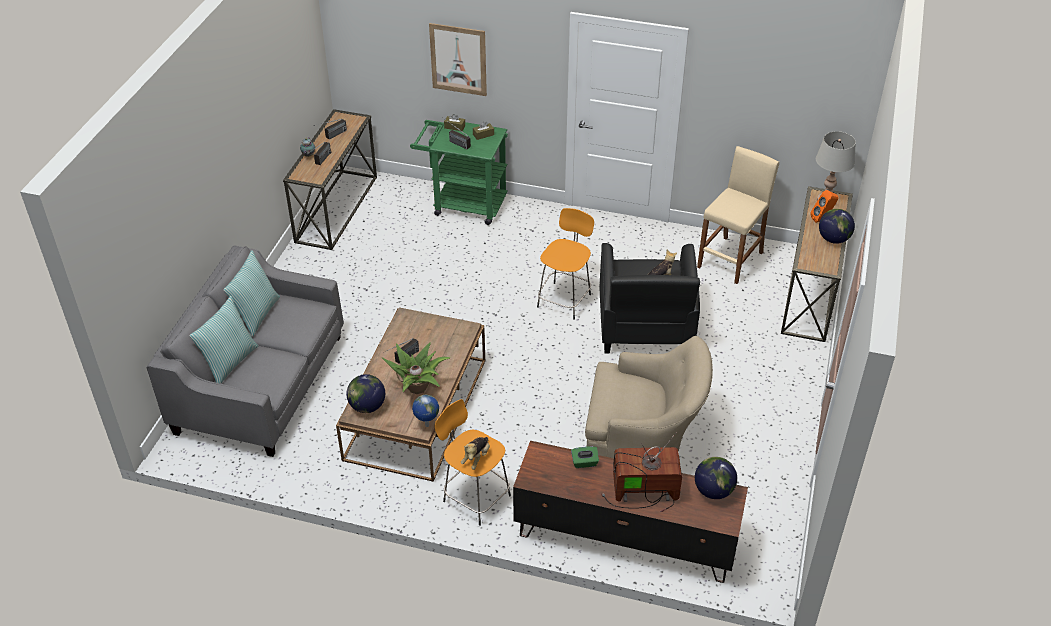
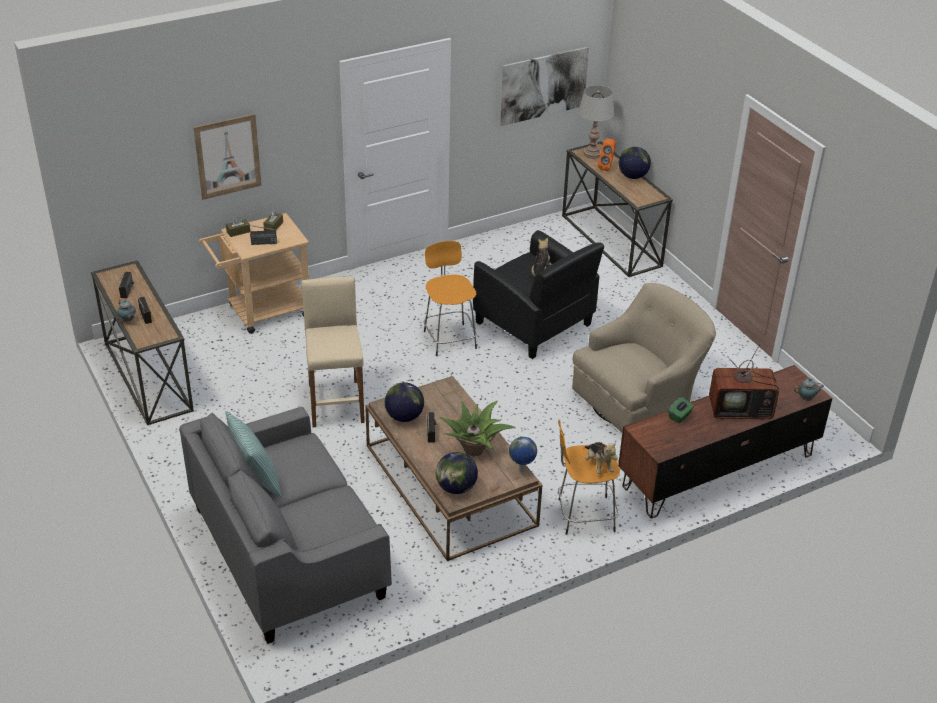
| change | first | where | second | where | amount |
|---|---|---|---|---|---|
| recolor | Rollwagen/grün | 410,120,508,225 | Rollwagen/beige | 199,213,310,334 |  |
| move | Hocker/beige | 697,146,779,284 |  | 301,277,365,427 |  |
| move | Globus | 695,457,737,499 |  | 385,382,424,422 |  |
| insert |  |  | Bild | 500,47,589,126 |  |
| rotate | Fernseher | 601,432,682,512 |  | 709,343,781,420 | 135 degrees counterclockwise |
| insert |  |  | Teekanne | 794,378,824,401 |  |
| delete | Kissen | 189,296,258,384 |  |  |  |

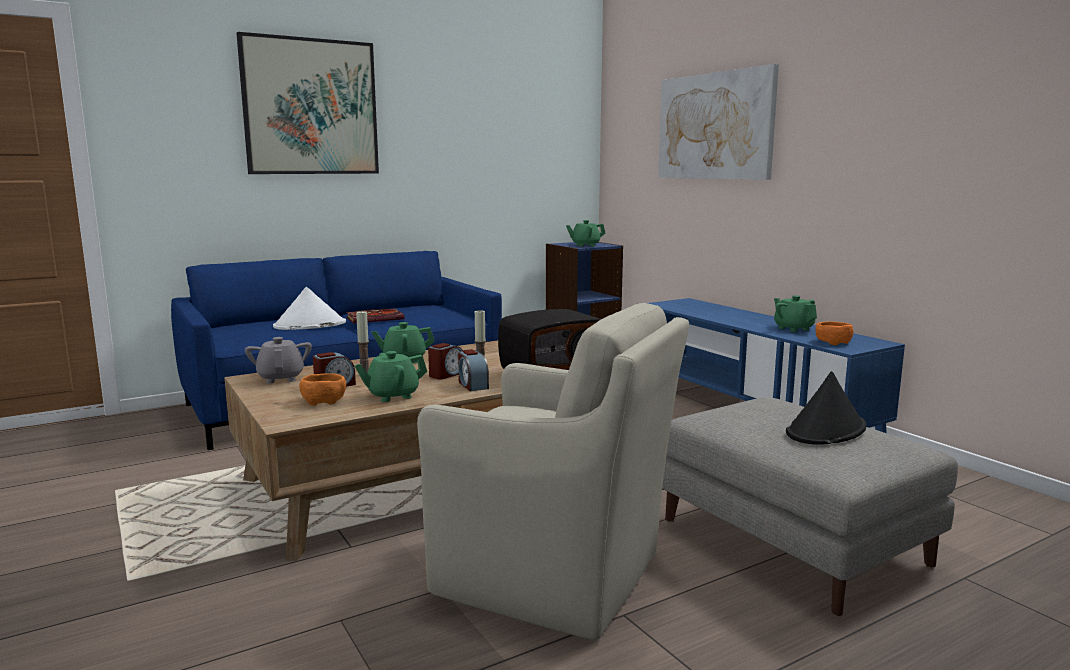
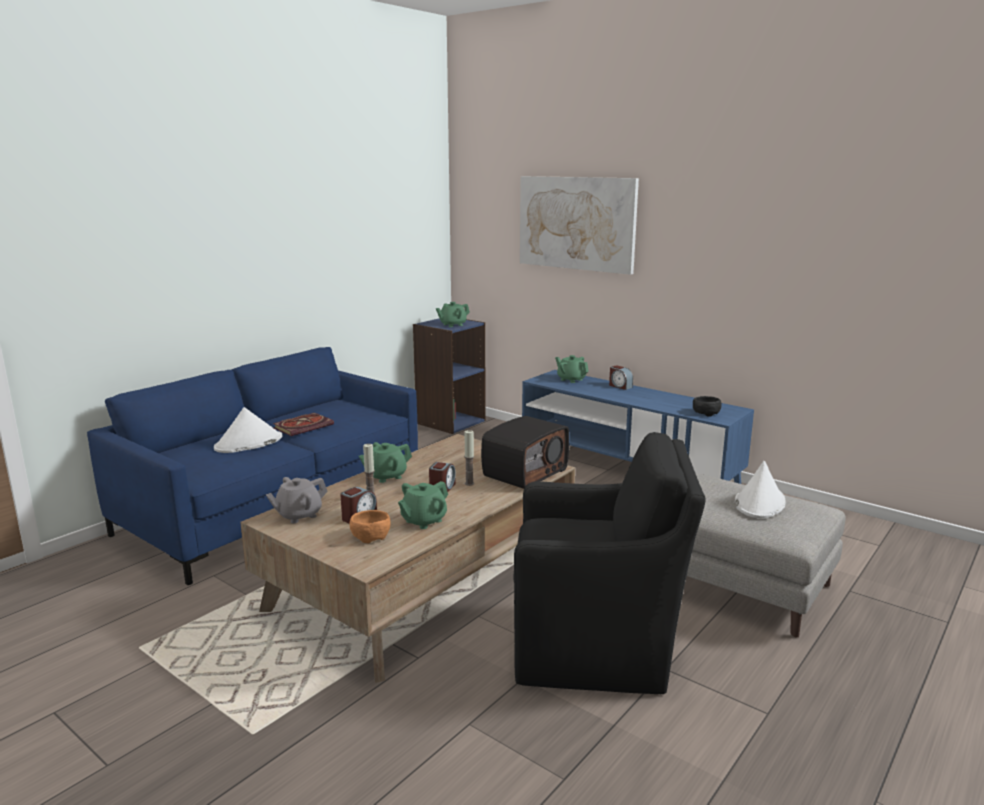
| change | first | where | second | where | amount |
|---|---|---|---|---|---|
| rotate | Teekanne/grau | 245,337,312,384 |  | 266,477,328,523 | 90 degrees counterclockwise |
| recolor | Sessel/beige | 417,303,689,641 | Sessel/schwarz | 513,432,706,694 |  |
| move | Teekanne/grün | 774,295,817,332 |  | 555,355,589,383 |  |
| move | Wecker | 458,349,489,391 |  | 609,365,633,390 |  |
| recolor | Schüssel/orange | 815,321,854,345 | Schüssel/schwarz | 693,396,722,417 |  |
| recolor | Hut/schwarz | 786,371,866,445 | Hut/weiß | 735,461,785,518 |  |
| delete | Bild | 237,32,379,174 |  |  |  |

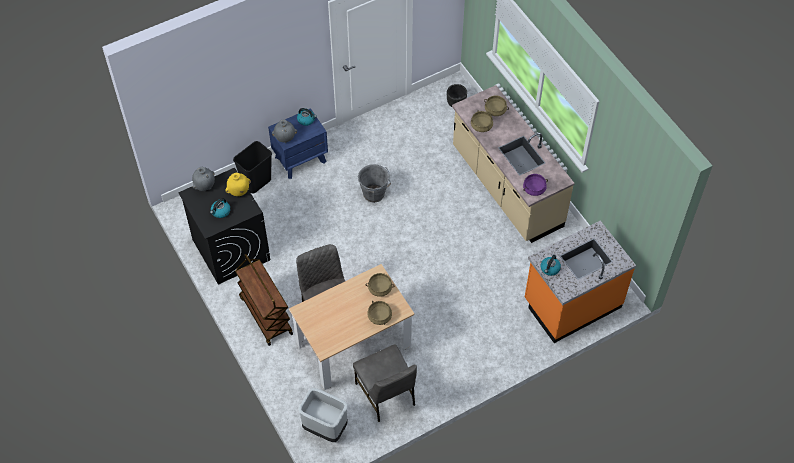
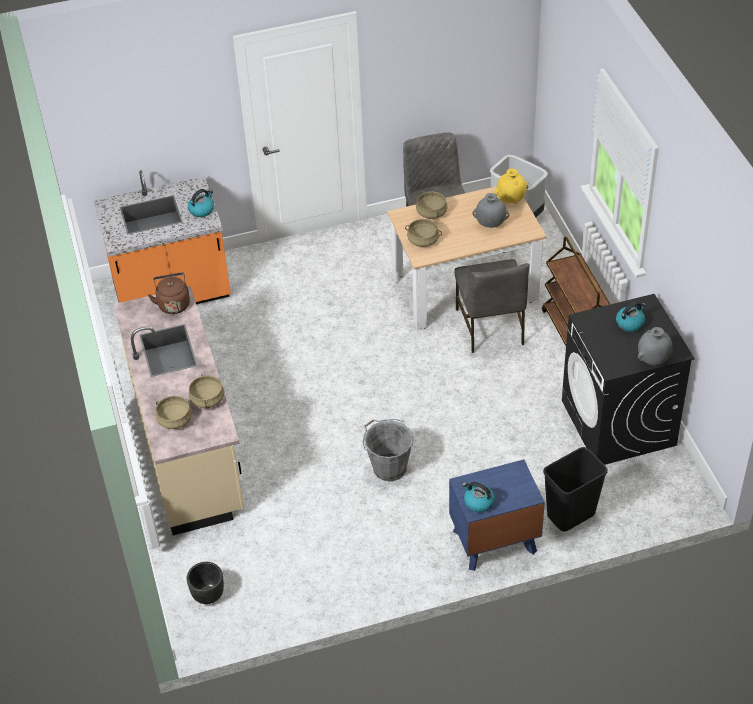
| change | first | where | second | where | amount |
|---|---|---|---|---|---|
| replace | Kochtopf/lila | 523,174,548,196 | Wasserkessel/braun | 148,272,190,314 |  |
| move | Vase/grau | 272,119,297,143 |  | 472,193,509,228 |  |
| move | Vase/gelb | 225,173,251,196 |  | 494,168,529,204 |  |

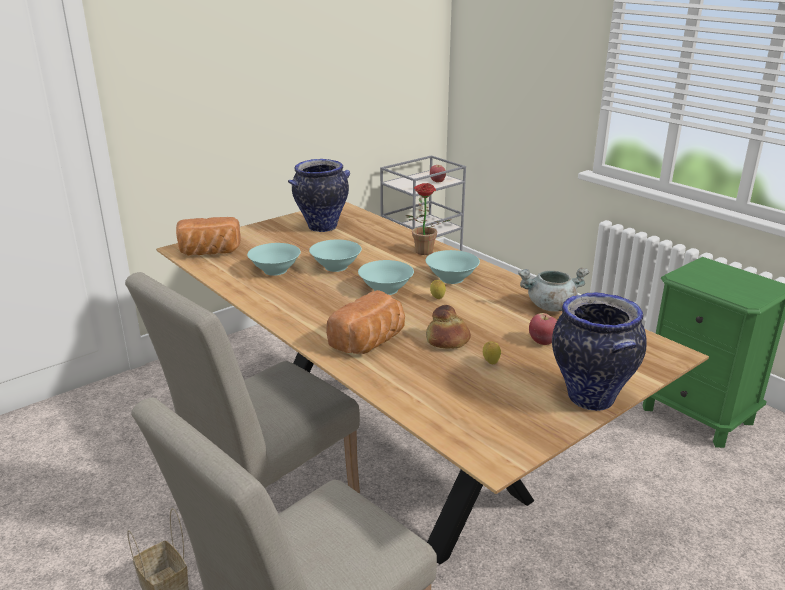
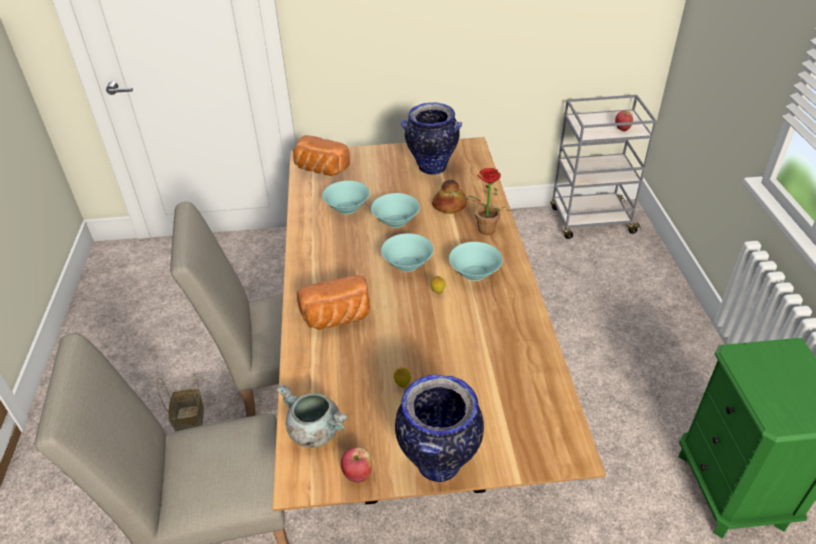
| change | first | where | second | where | amount |
|---|---|---|---|---|---|
| move | Kochtopf/grau | 518,268,589,312 |  | 276,384,348,448 |  |
| move | Apfel | 529,313,557,345 |  | 341,447,372,482 |  |
| move | Brot | 426,305,471,348 |  | 432,180,467,214 |  |

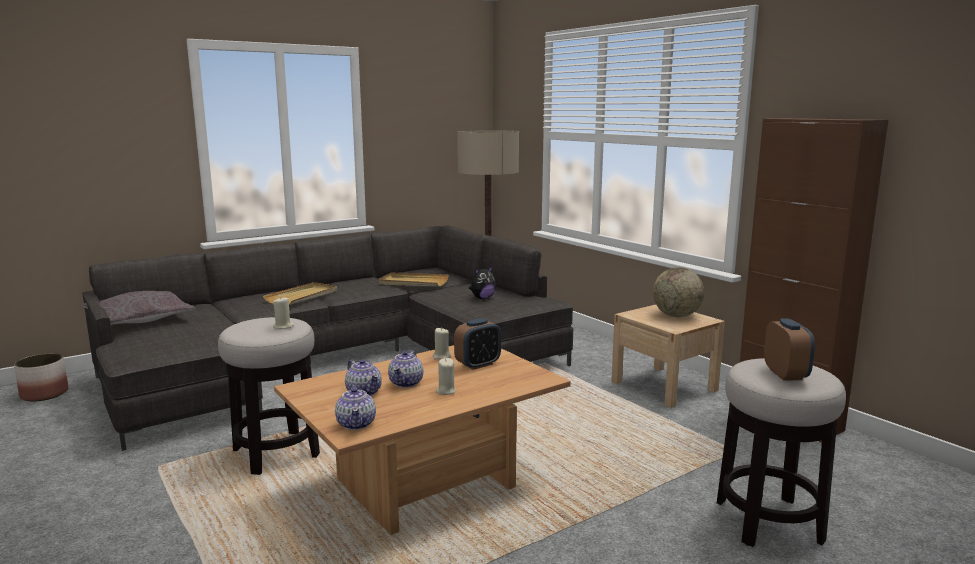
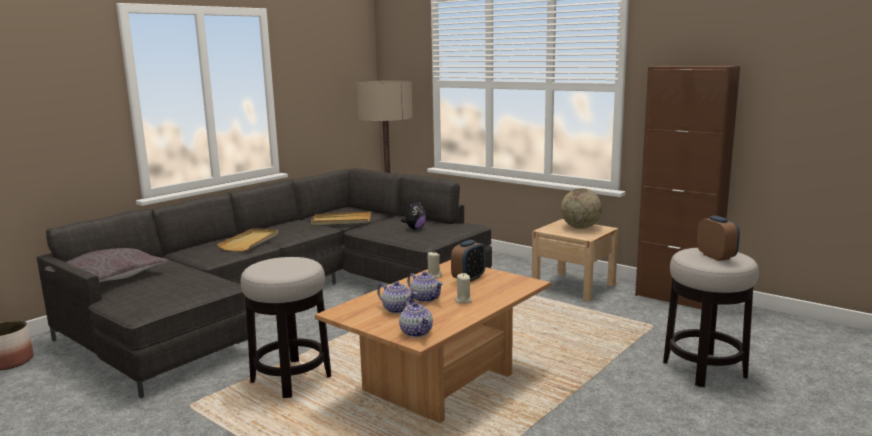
| change | first | where | second | where | amount |
|---|---|---|---|---|---|
| rotate | Teekanne | 388,350,423,388 |  | 407,272,444,302 | 45 degrees counterclockwise |
| delete | Kerze/beige | 273,298,294,329 |  |  |  |

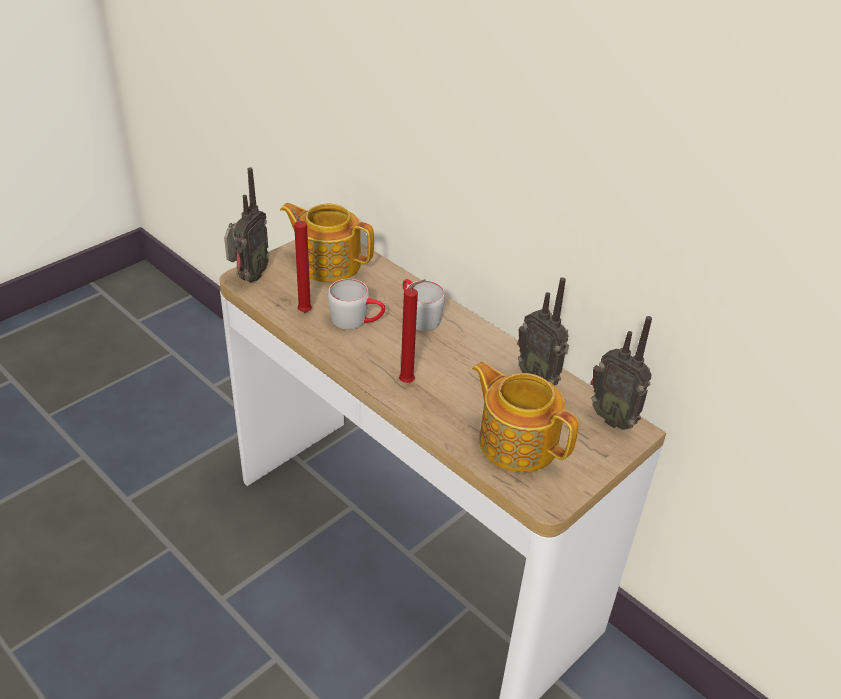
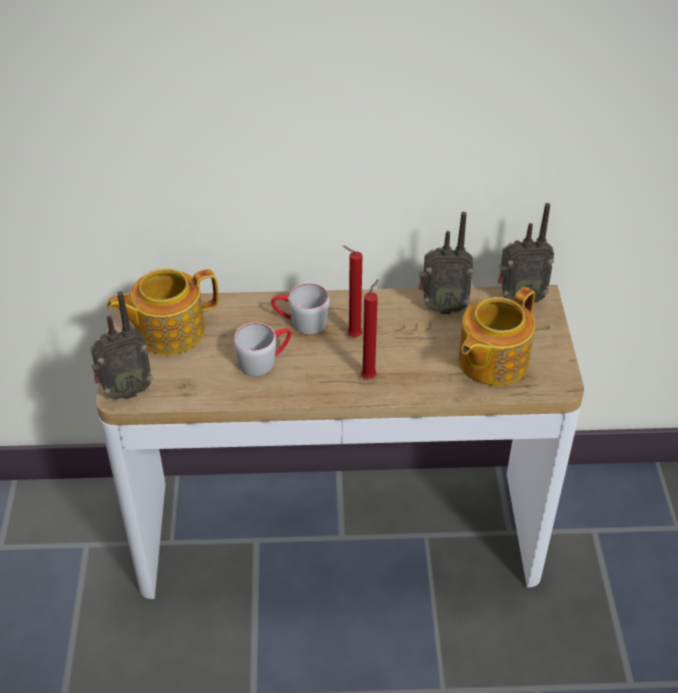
| change | first | where | second | where | amount |
|---|---|---|---|---|---|
| rotate | Radio | 224,168,269,282 |  | 90,291,153,399 | 90 degrees clockwise |
| move | Kerze/rot | 291,208,312,312 |  | 343,246,362,337 |  |
| rotate | Teekanne | 472,362,579,472 |  | 458,287,535,386 | 45 degrees counterclockwise |

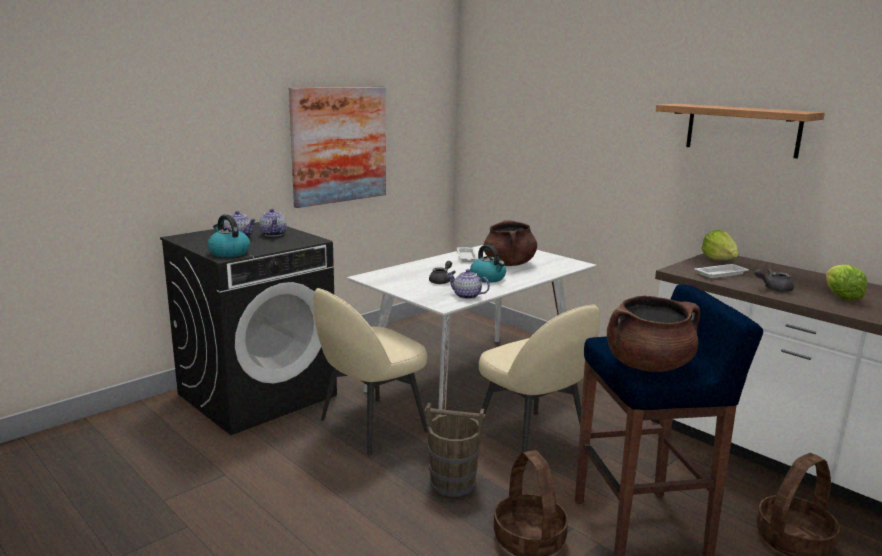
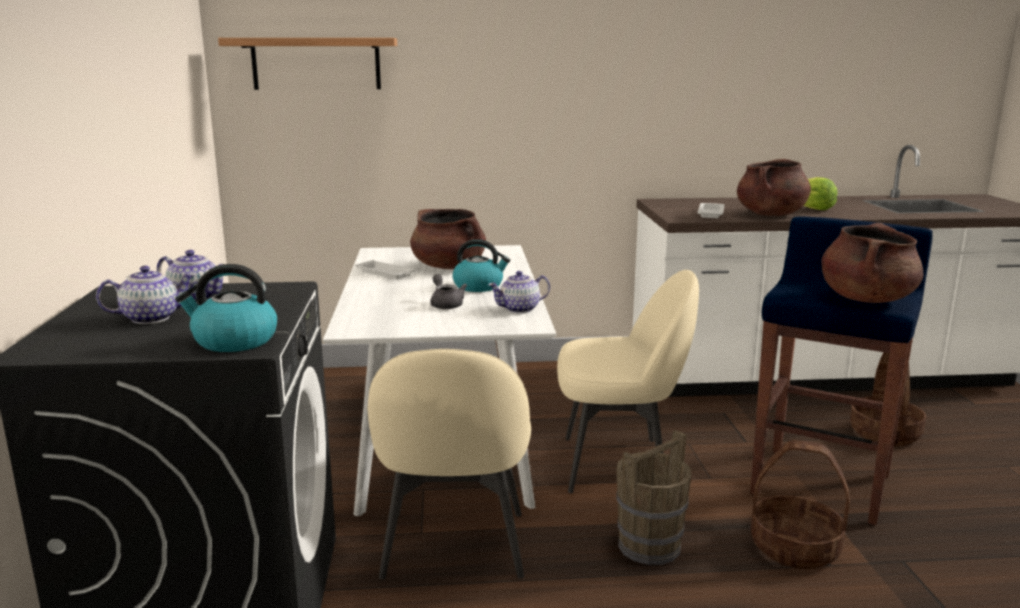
| change | first | where | second | where | amount |
|---|---|---|---|---|---|
| move | Wandregal | 656,104,825,159 |  | 218,38,397,90 |  |
| replace | Teekanne/grau | 754,269,794,292 | Kochtopf/braun | 737,159,811,216 |  |
| delete | Bild | 289,87,386,208 |  |  |  |
| delete | Salatkopf | 701,230,739,260 |  |  |  |

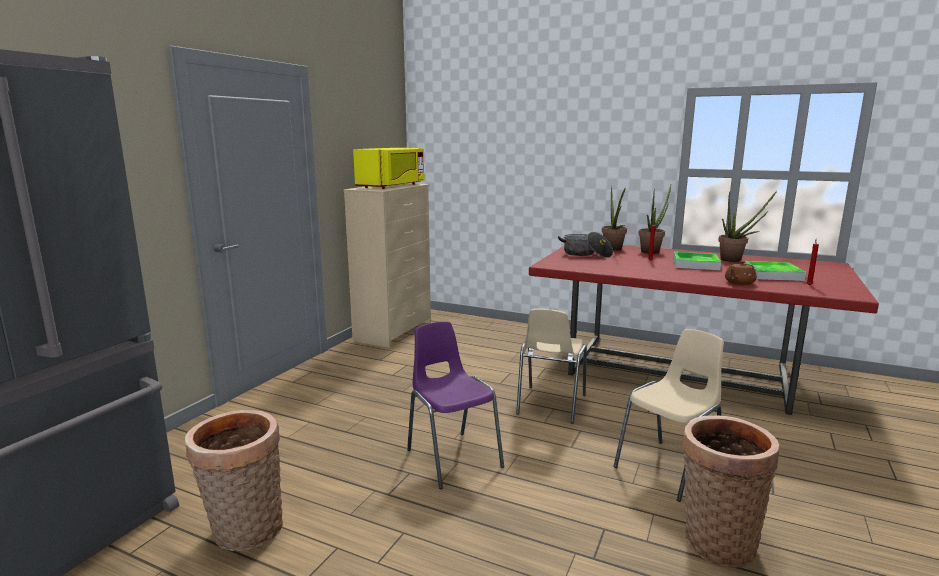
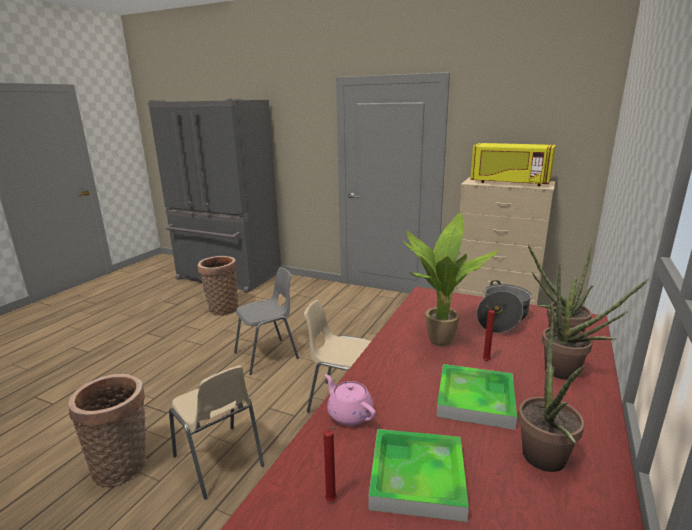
| change | first | where | second | where | amount |
|---|---|---|---|---|---|
| recolor | Stuhl/lila | 407,322,504,489 | Stuhl/grau | 234,267,299,375 |  |
| recolor | Teekanne/braun | 725,261,757,285 | Teekanne/rosa | 325,374,376,426 |  |
| insert |  |  | Topfpflanze | 402,212,499,346 |  |

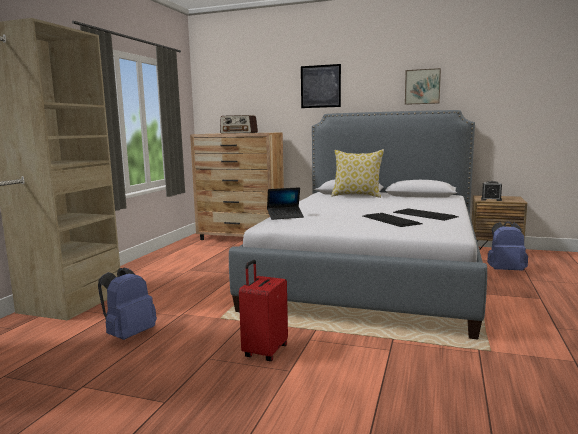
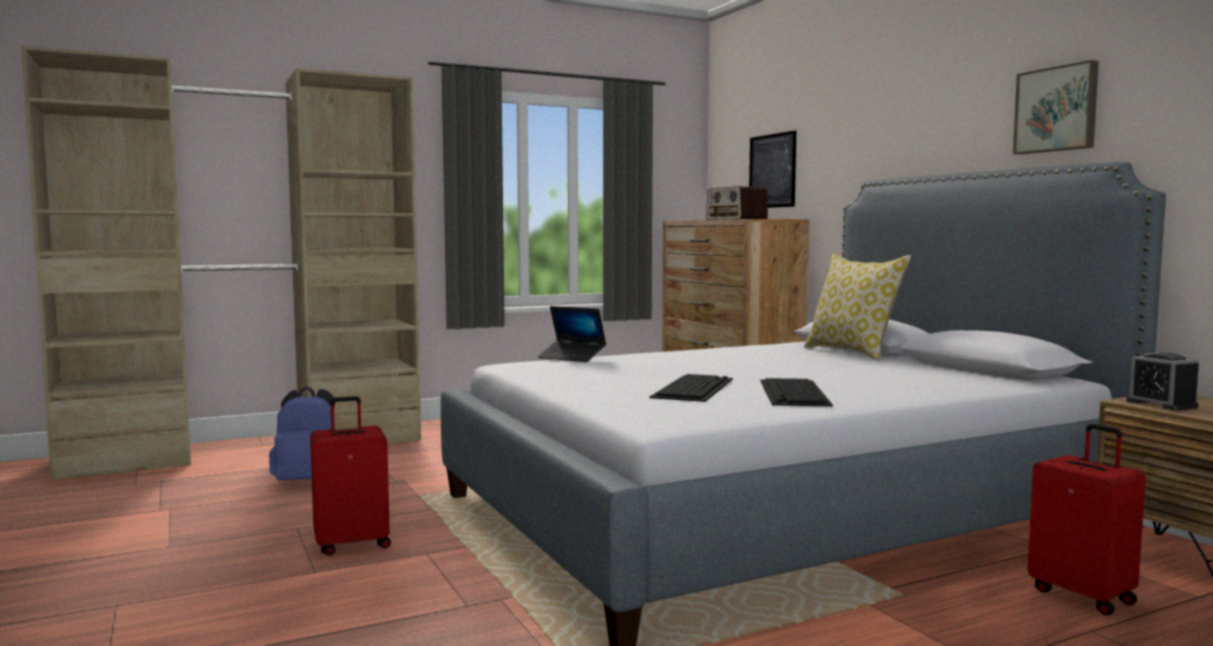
| change | first | where | second | where | amount |
|---|---|---|---|---|---|
| move | Bild | 301,64,341,108 |  | 749,130,796,208 |  |
| replace | Rucksack/blau | 487,221,528,271 | Koffer/rot | 1027,424,1146,615 |  |

